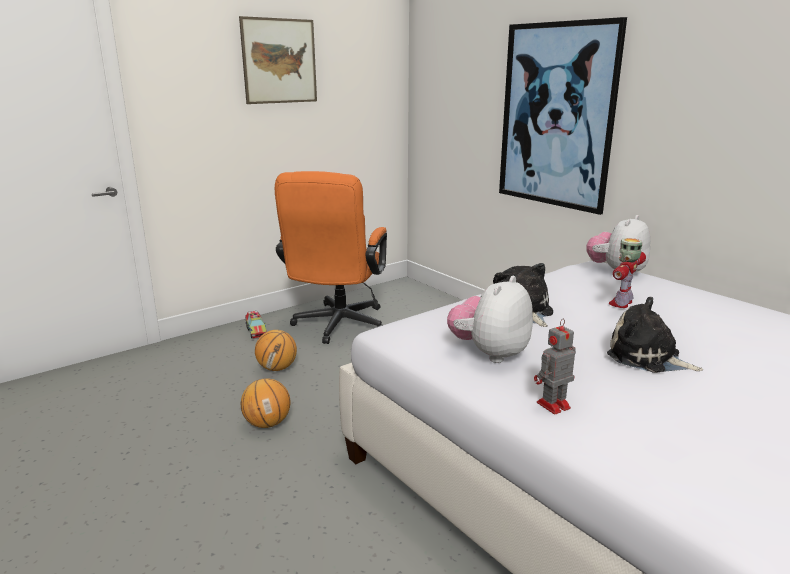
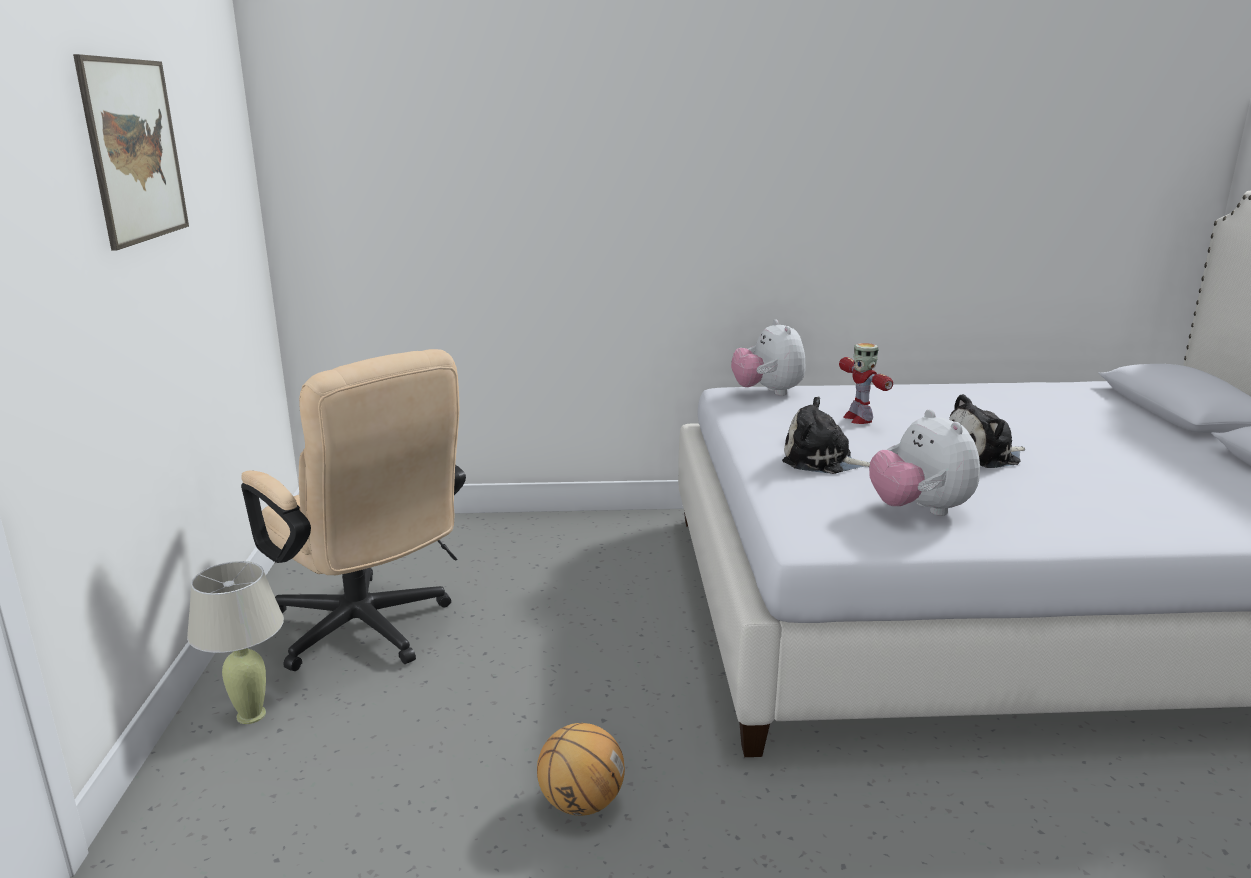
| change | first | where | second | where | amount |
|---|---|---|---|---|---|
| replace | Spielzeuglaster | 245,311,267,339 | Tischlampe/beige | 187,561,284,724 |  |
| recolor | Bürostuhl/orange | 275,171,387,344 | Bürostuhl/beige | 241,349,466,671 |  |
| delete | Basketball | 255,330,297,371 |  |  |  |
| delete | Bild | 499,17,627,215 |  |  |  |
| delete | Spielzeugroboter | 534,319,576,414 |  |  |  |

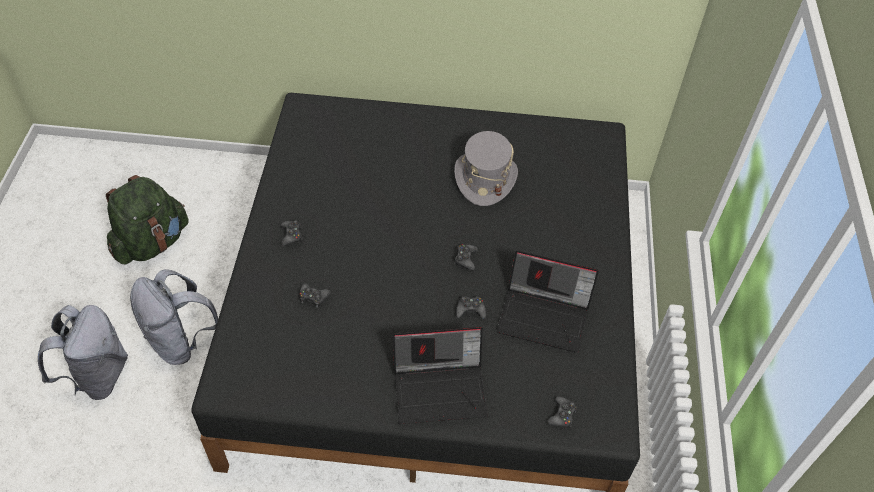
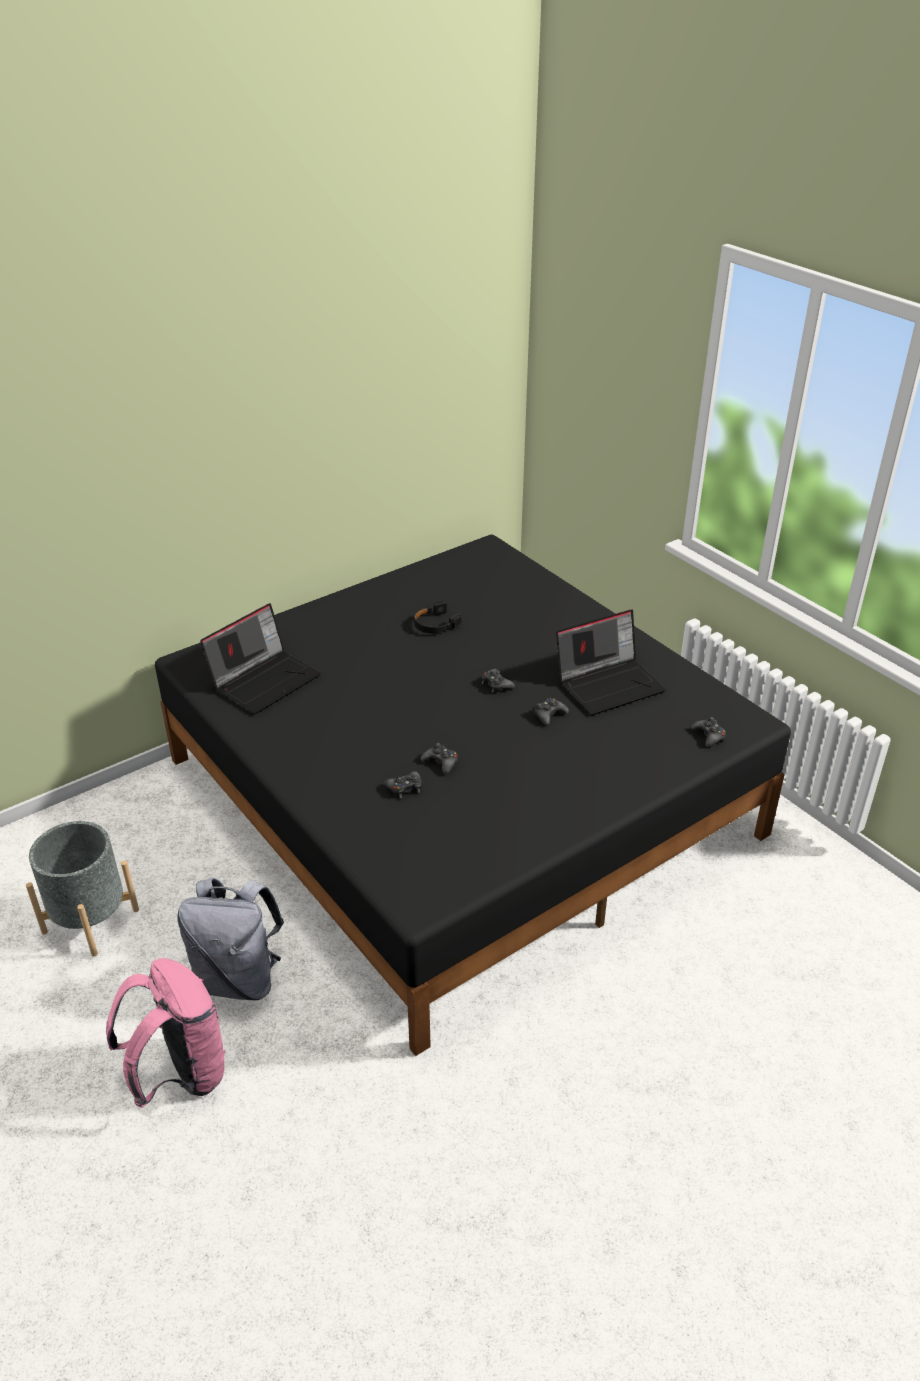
| change | first | where | second | where | amount |
|---|---|---|---|---|---|
| replace | Rucksack/grün | 106,175,189,264 | Pflanzkübel/grau | 26,821,139,957 |  |
| recolor | Rucksack/grau | 38,305,128,400 | Rucksack/rosa | 106,958,226,1108 |  |
| move | Laptop | 393,327,488,424 |  | 200,603,321,714 |  |
| replace | Hut/grau | 454,131,518,206 | Kopfhörer/schwarz | 414,601,462,633 |  |
| move | Gamepad/schwarz | 281,220,302,246 |  | 421,743,458,774 |  |

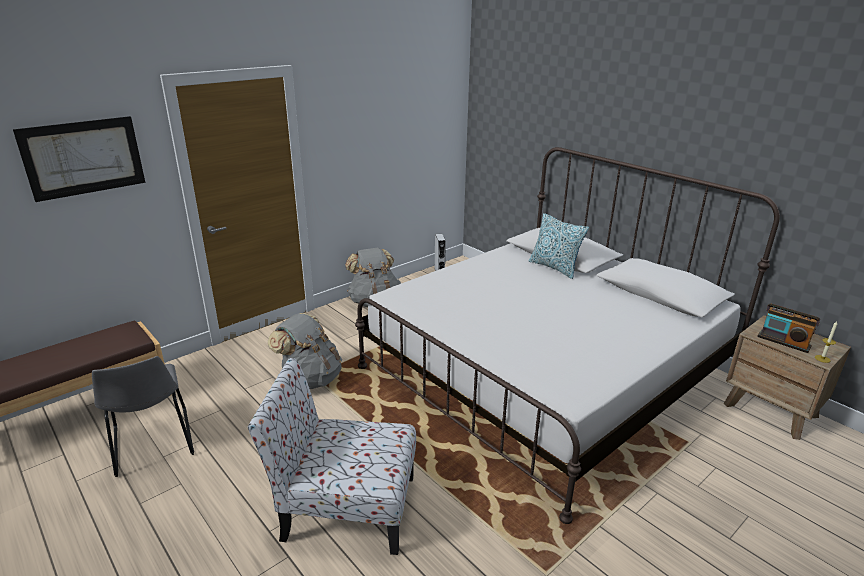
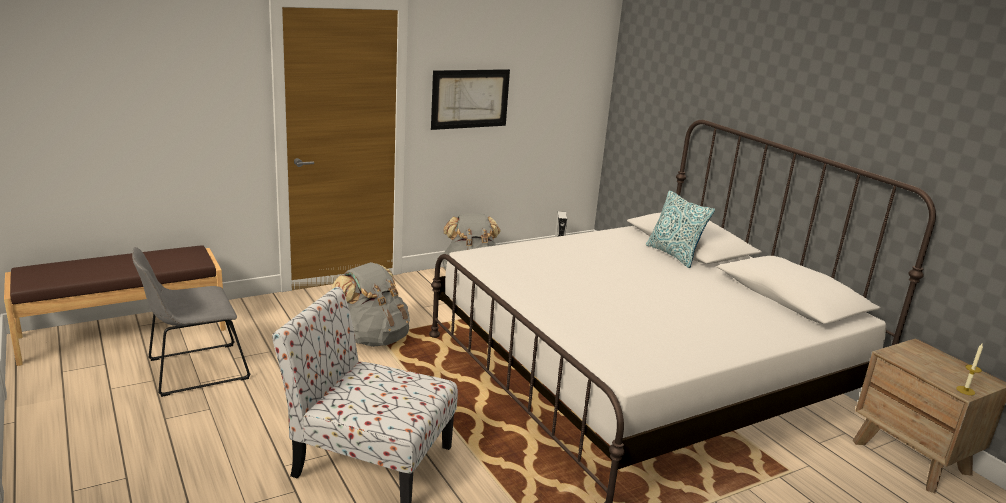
| change | first | where | second | where | amount |
|---|---|---|---|---|---|
| rotate | Stuhl/grau | 92,356,194,477 |  | 132,247,250,397 | 75 degrees clockwise |
| move | Bild | 13,116,145,202 |  | 431,69,510,130 |  |
| delete | Radio | 757,303,820,353 |  |  |  |

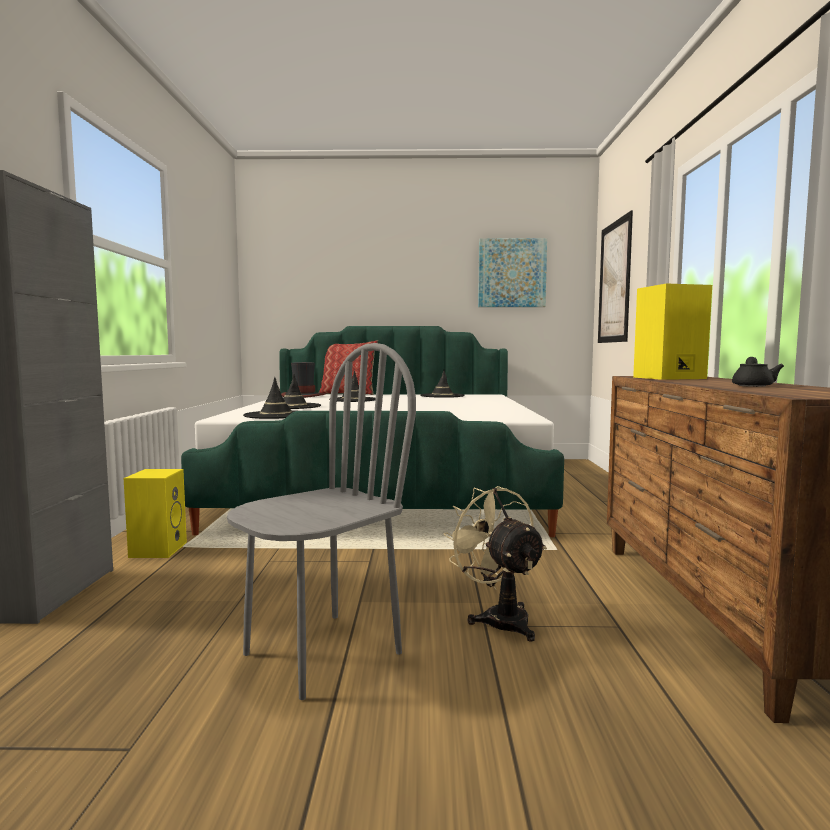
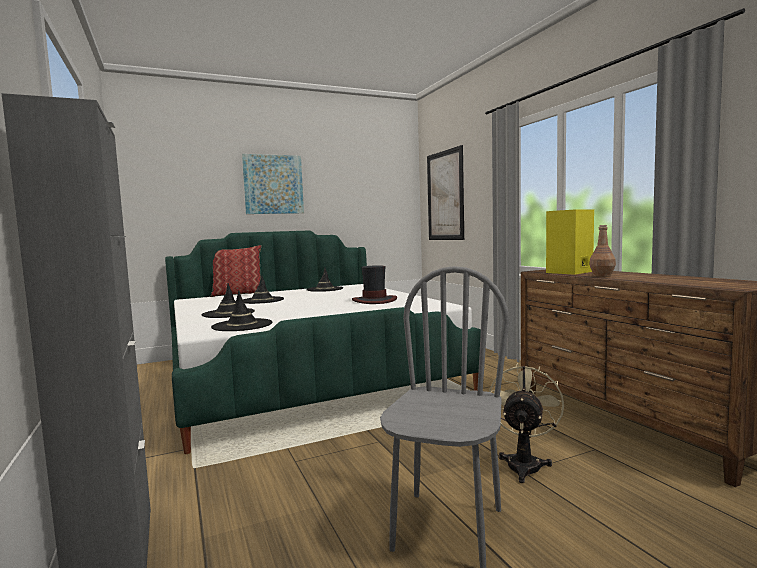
| change | first | where | second | where | amount |
|---|---|---|---|---|---|
| move | Bild | 478,238,547,307 |  | 242,154,304,214 |  |
| move | Hut | 281,362,326,398 |  | 352,265,397,304 |  |
| rotate | Ventilator/beige | 443,486,547,641 |  | 489,363,564,483 | 75 degrees clockwise |
| insert |  |  | Flasche/braun | 589,225,616,277 |  |
| delete | Lautsprecher/gelb | 123,469,187,558 |  |  |  |
| delete | Teekanne/schwarz | 732,357,784,387 |  |  |  |

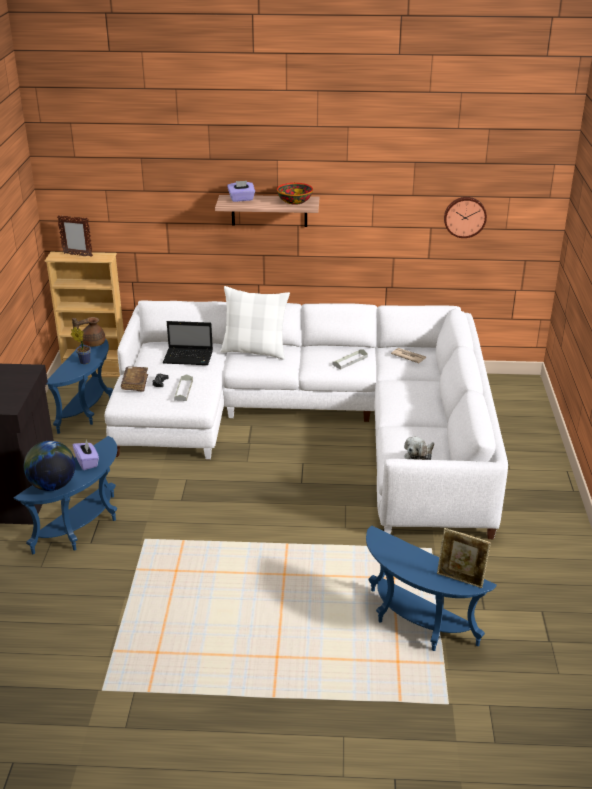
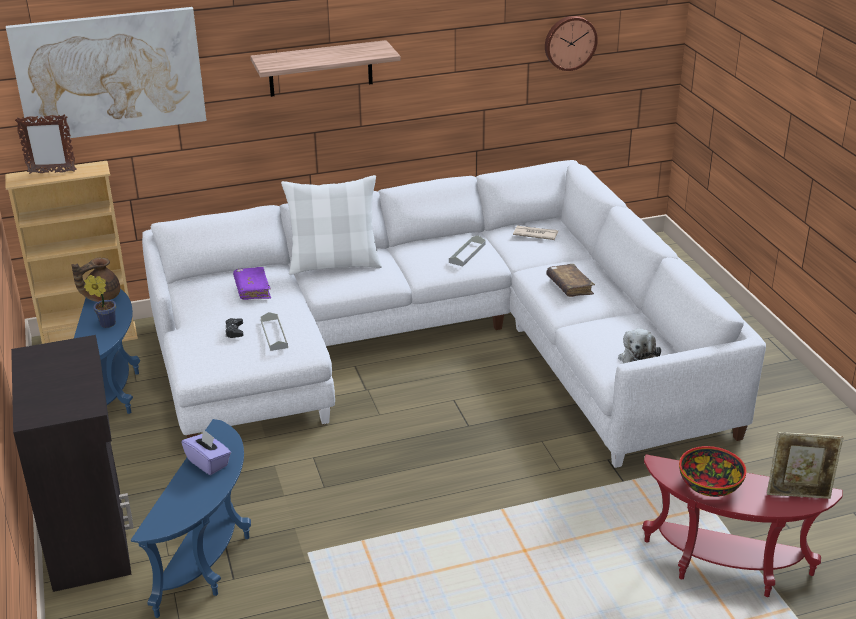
| change | first | where | second | where | amount |
|---|---|---|---|---|---|
| insert |  |  | Bild | 6,7,207,138 |  |
| replace | Laptop | 163,321,213,365 | Buch/lila | 233,267,271,300 |  |
| move | Buch/braun | 121,366,148,392 |  | 546,264,595,297 |  |
| recolor | Beistelltisch/blau | 366,525,497,651 | Beistelltisch/rot | 642,454,843,597 |  |
| move | Schüssel | 277,183,313,205 |  | 679,446,747,497 |  |
| delete | Globus | 24,441,75,491 |  |  |  |
| delete | Taschentuchbox/lila | 227,181,255,202 |  |  |  |

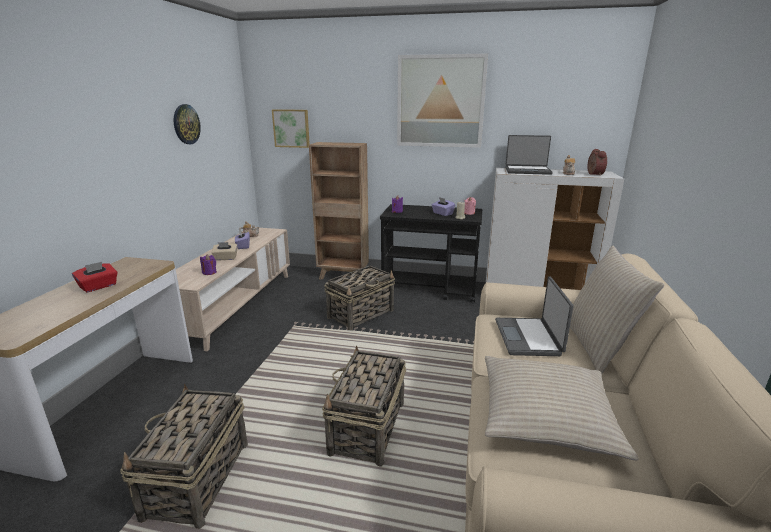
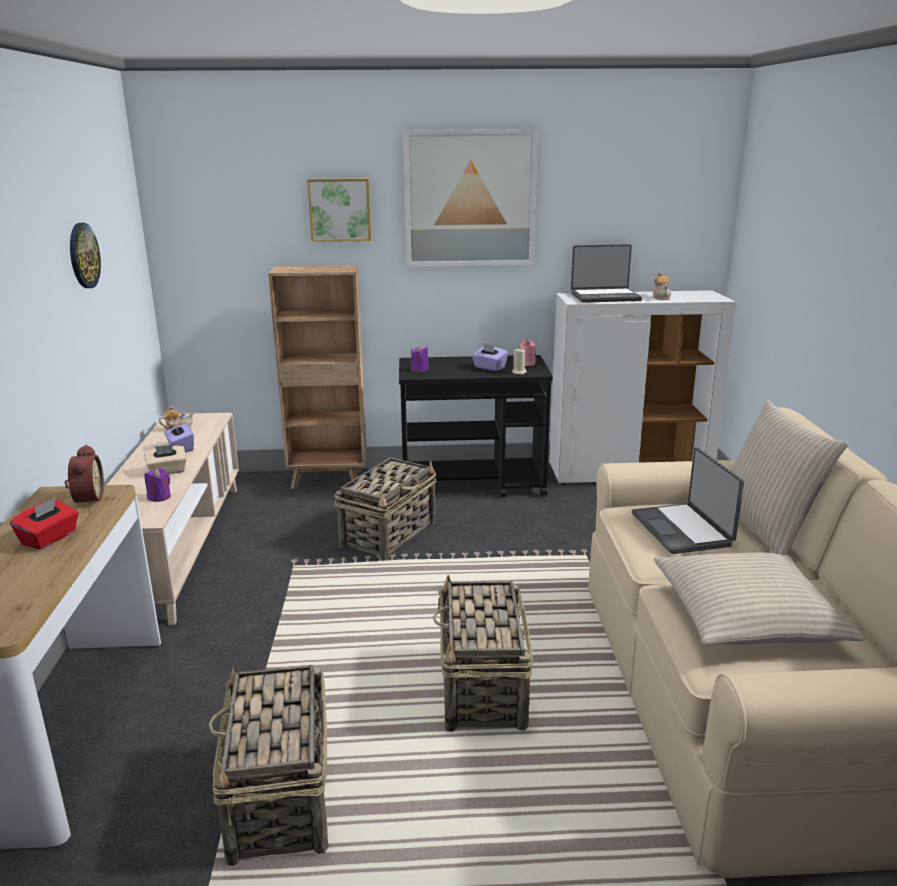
| change | first | where | second | where | amount |
|---|---|---|---|---|---|
| move | Wecker | 588,149,607,175 |  | 65,445,104,508 |  |
| move | Bild | 272,109,310,148 |  | 307,178,371,242 |  |

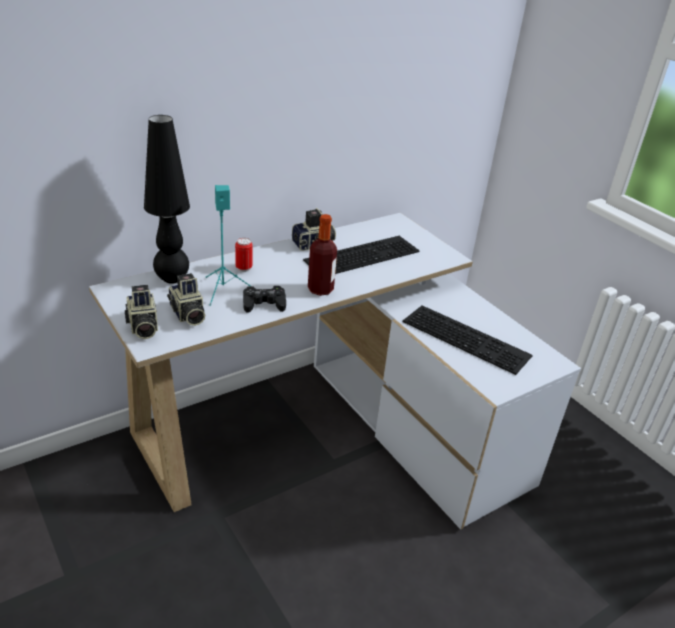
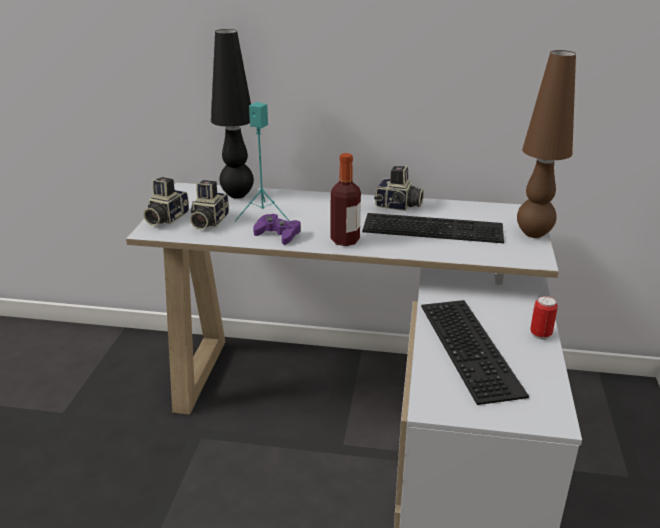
| change | first | where | second | where | amount |
|---|---|---|---|---|---|
| recolor | Gamepad/schwarz | 243,286,286,313 | Gamepad/lila | 253,214,301,245 |  |
| insert |  |  | Tischlampe/braun | 517,50,576,238 |  |
| move | Dose | 235,238,253,272 |  | 530,296,558,340 |  |

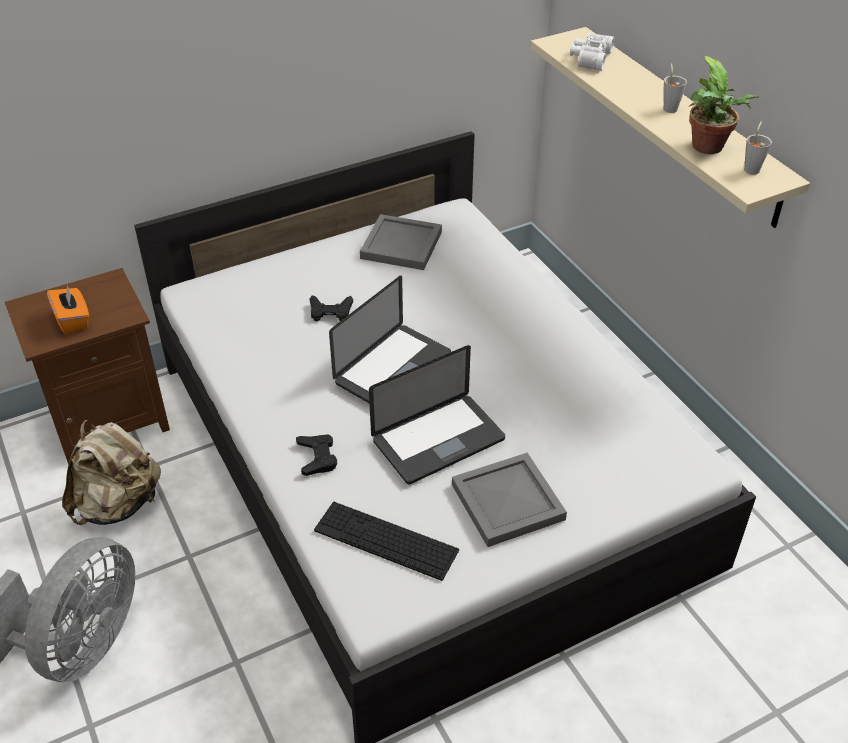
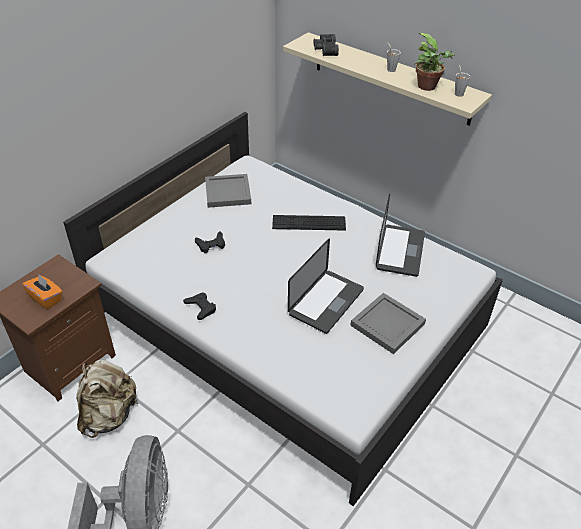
| change | first | where | second | where | amount |
|---|---|---|---|---|---|
| move | Gamepad/schwarz | 296,434,337,476 |  | 183,292,216,320 |  |
| move | Tastatur | 314,502,459,581 |  | 272,215,346,231 |  |
| recolor | Fernglas/weiß | 570,33,614,71 | Fernglas/schwarz | 314,34,339,56 |  |
| move | Laptop | 329,276,451,403 |  | 376,194,425,277 |  |

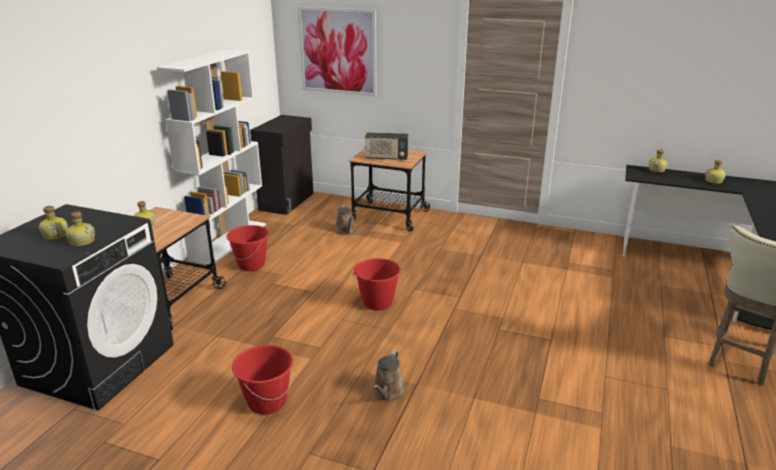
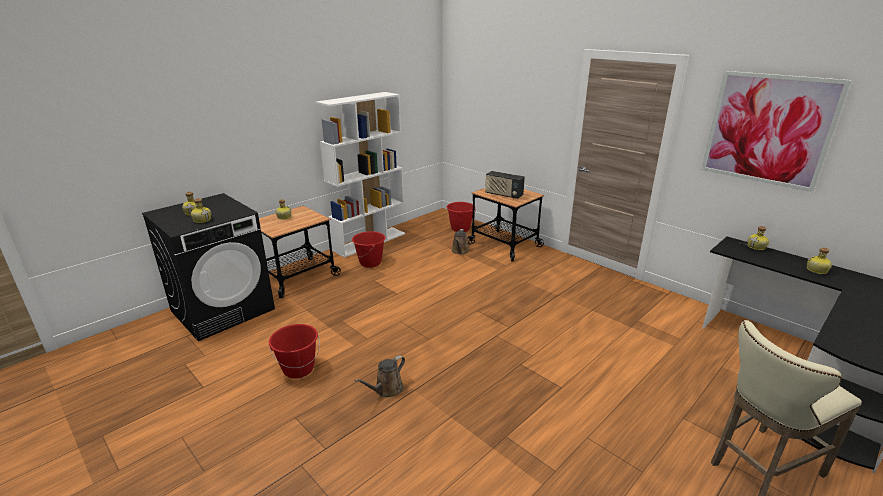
| change | first | where | second | where | amount |
|---|---|---|---|---|---|
| move | Eimer/rot | 353,258,401,310 |  | 447,202,476,232 |  |
| move | Bild | 298,7,377,96 |  | 701,71,852,192 |  |
| delete | Schrank/schwarz | 250,115,313,215 |  |  |  |

